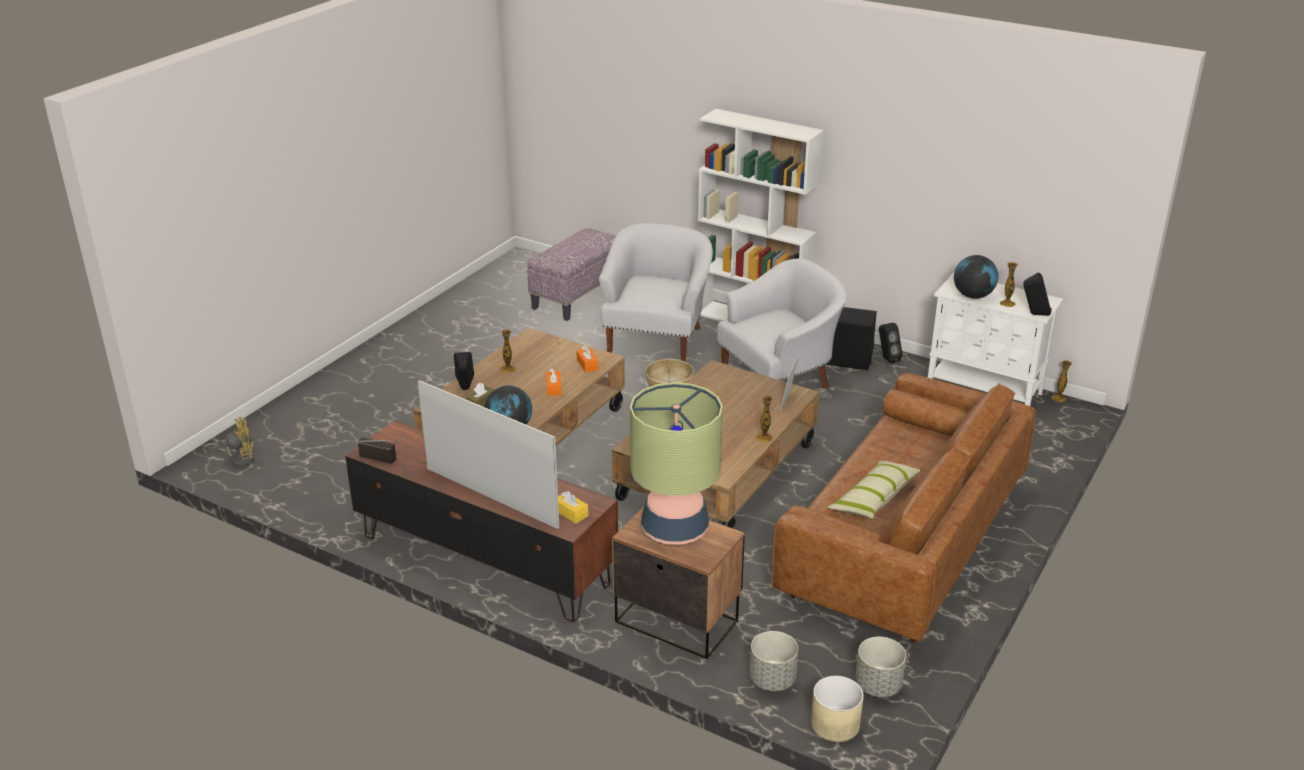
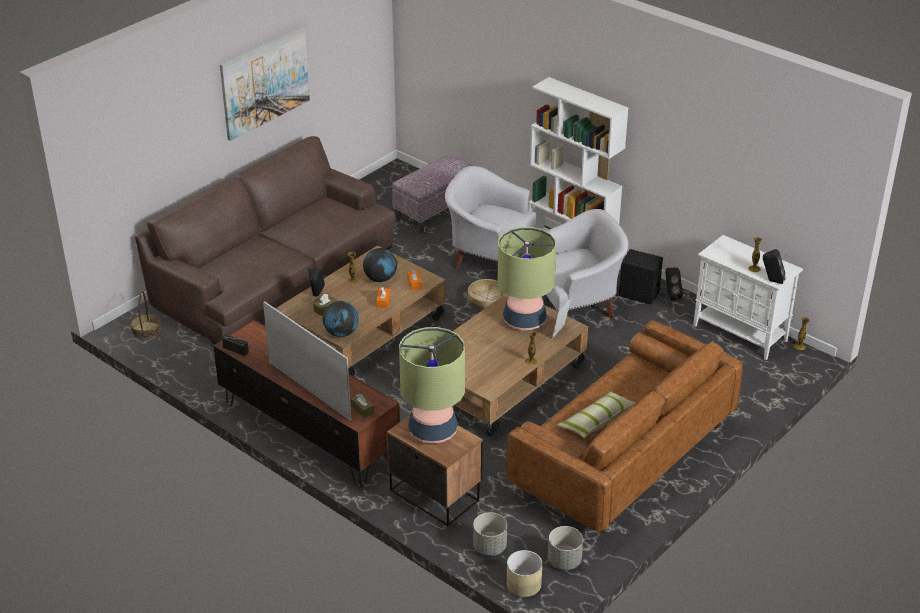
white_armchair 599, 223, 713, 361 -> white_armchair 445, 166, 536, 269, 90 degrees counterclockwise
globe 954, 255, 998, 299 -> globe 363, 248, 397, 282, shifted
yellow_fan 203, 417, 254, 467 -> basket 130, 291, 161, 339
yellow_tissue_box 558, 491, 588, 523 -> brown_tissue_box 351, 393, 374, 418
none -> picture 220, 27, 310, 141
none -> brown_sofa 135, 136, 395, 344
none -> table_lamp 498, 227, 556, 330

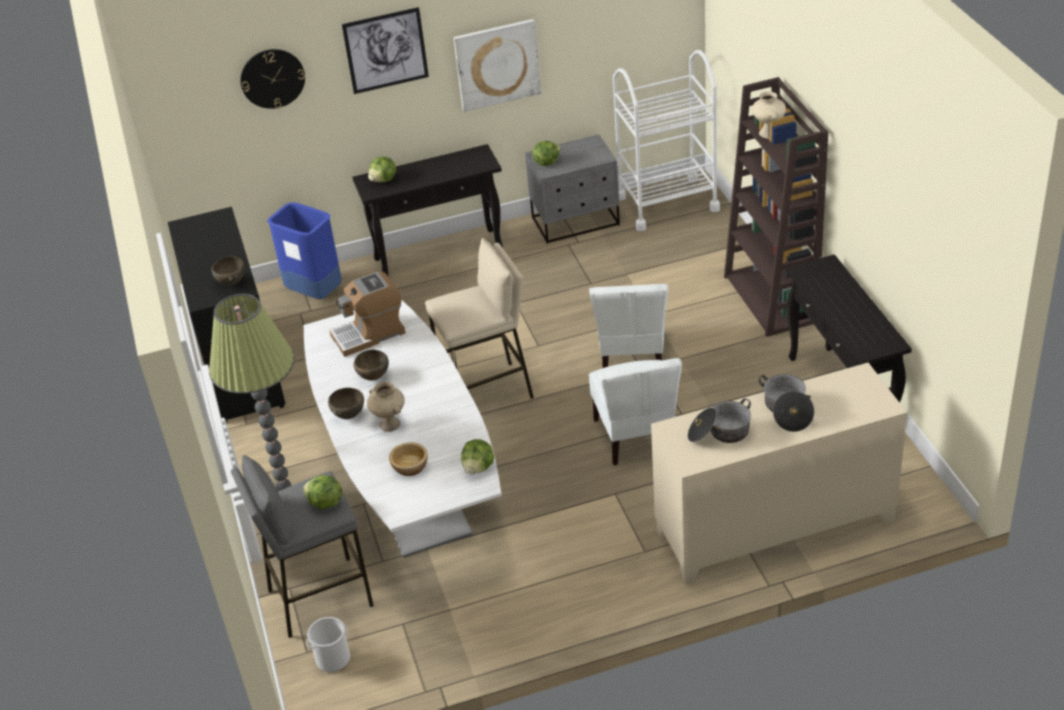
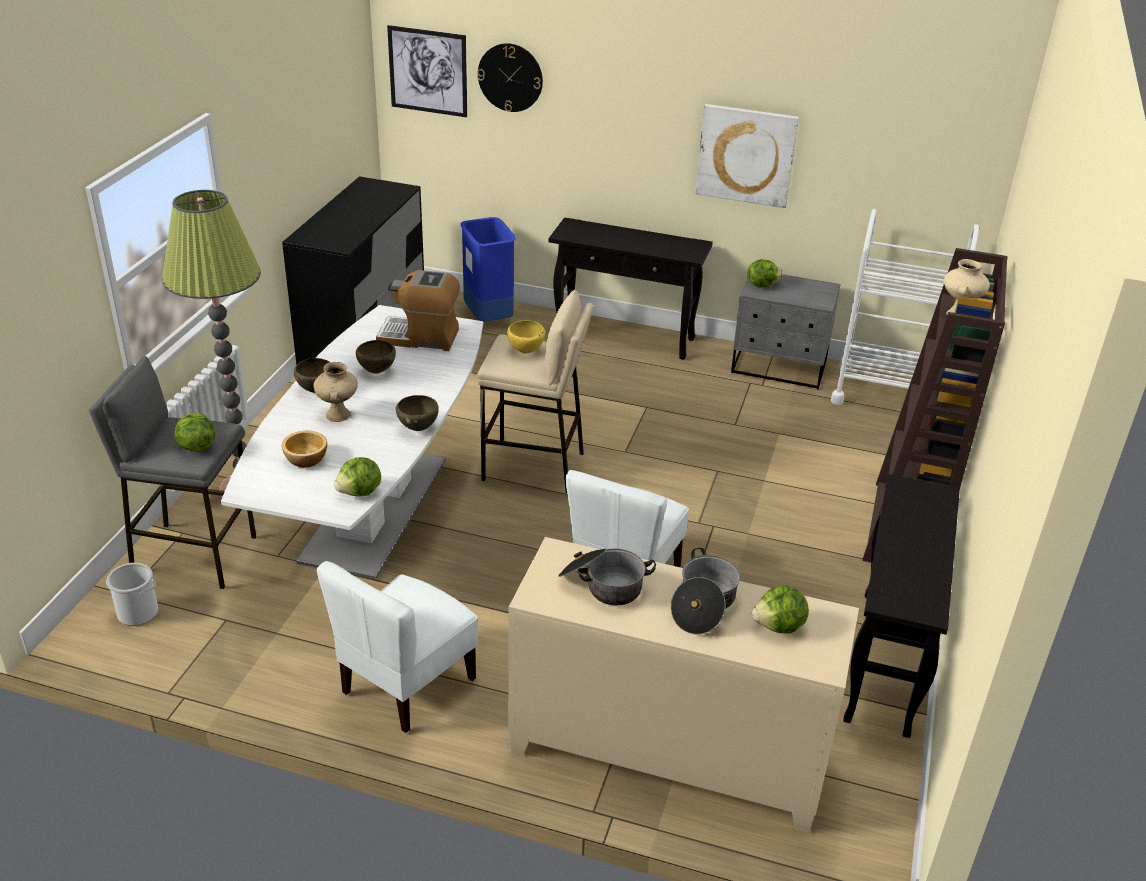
picture 342, 7, 429, 94 -> picture 387, 25, 467, 117, shifted
lettuce 368, 157, 396, 183 -> lettuce 752, 586, 809, 634, shifted
brown_bowl 212, 256, 245, 285 -> brown_bowl 396, 395, 439, 431, shifted
white_chair 589, 284, 668, 368 -> white_chair 317, 561, 478, 733, shifted
none -> yellow_bowl 507, 320, 545, 353

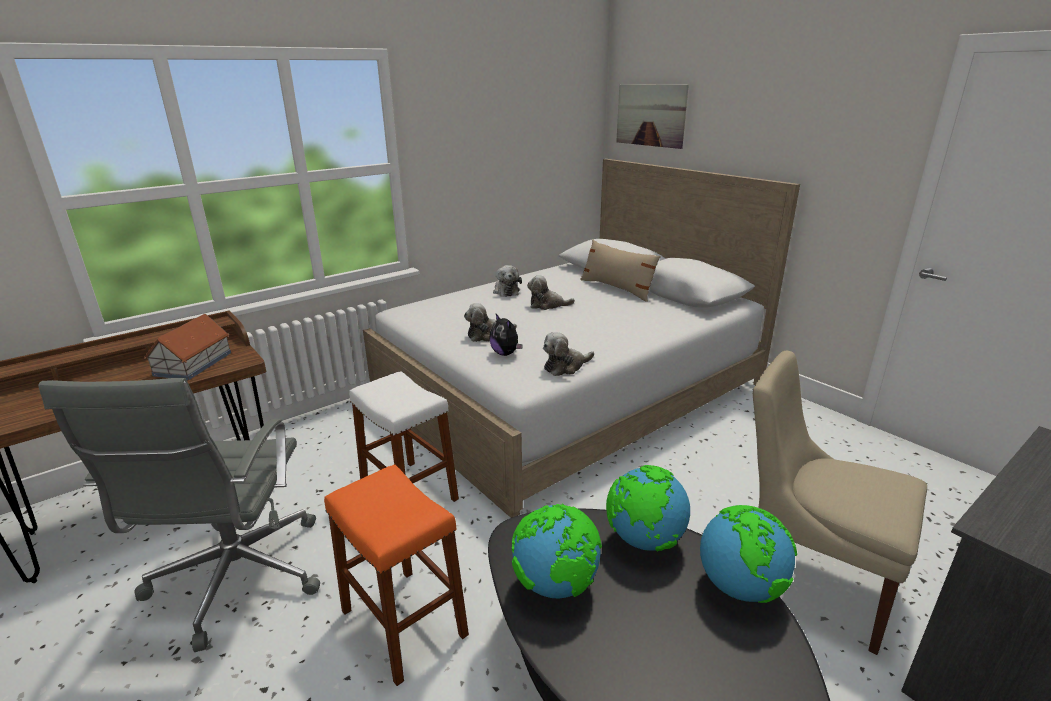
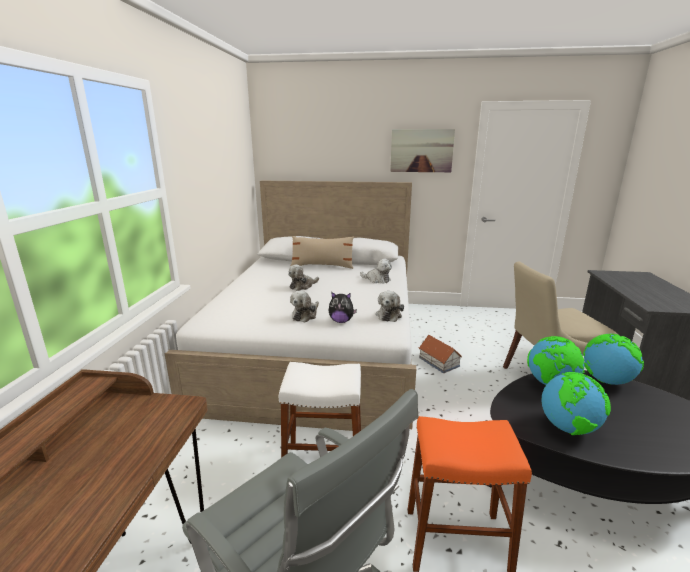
picture 616, 84, 689, 149 -> picture 390, 129, 455, 172, shifted
plush_toy 493, 265, 522, 297 -> plush_toy 360, 259, 392, 284, shifted
toy_house 144, 314, 231, 380 -> toy_house 419, 335, 462, 373, shifted

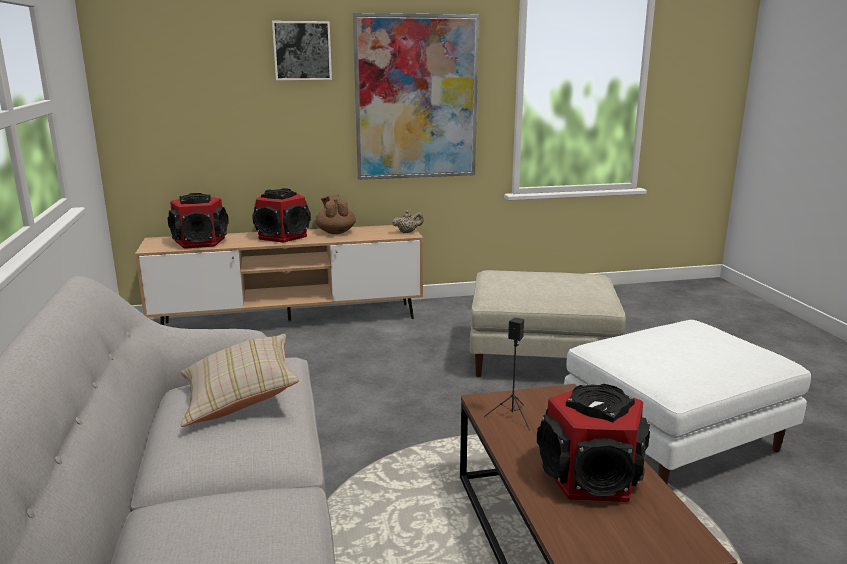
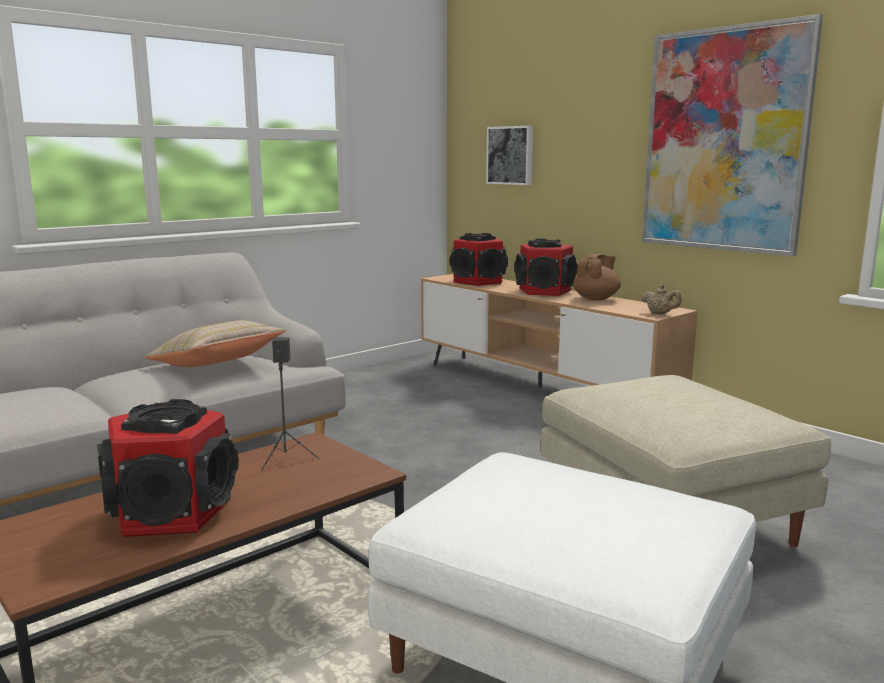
picture 272, 21, 332, 80 -> picture 486, 126, 533, 185, shifted

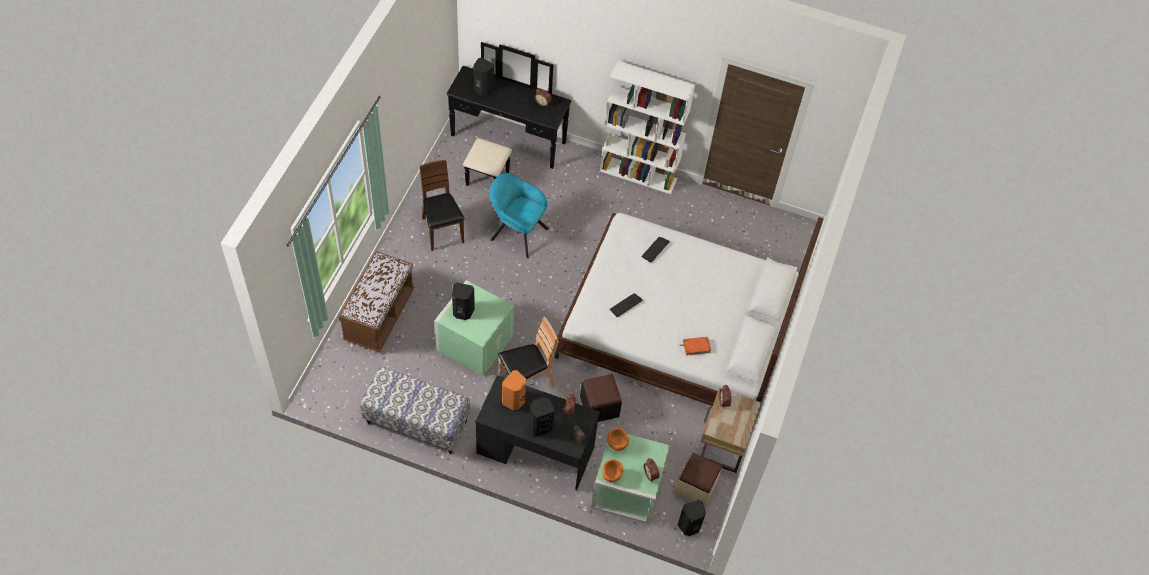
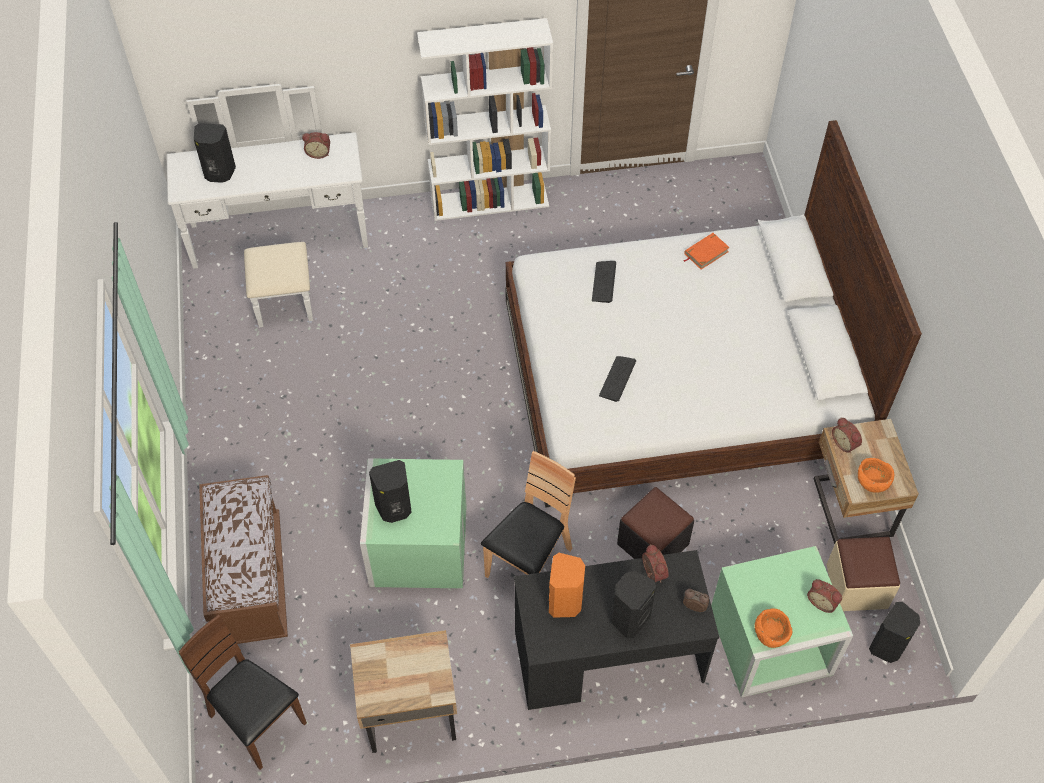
black_dresser 447, 42, 572, 186 -> white_dresser 167, 84, 368, 328
brown_chair 420, 160, 465, 251 -> brown_chair 179, 615, 307, 770, shifted
turquoise_armchair 490, 174, 549, 258 -> none
orange_book 679, 337, 711, 356 -> orange_book 683, 233, 730, 270, shifted
bench 360, 366, 470, 454 -> beige_nightstand 350, 630, 457, 753
orange_bowl 607, 428, 629, 451 -> orange_bowl 858, 458, 894, 493, shifted

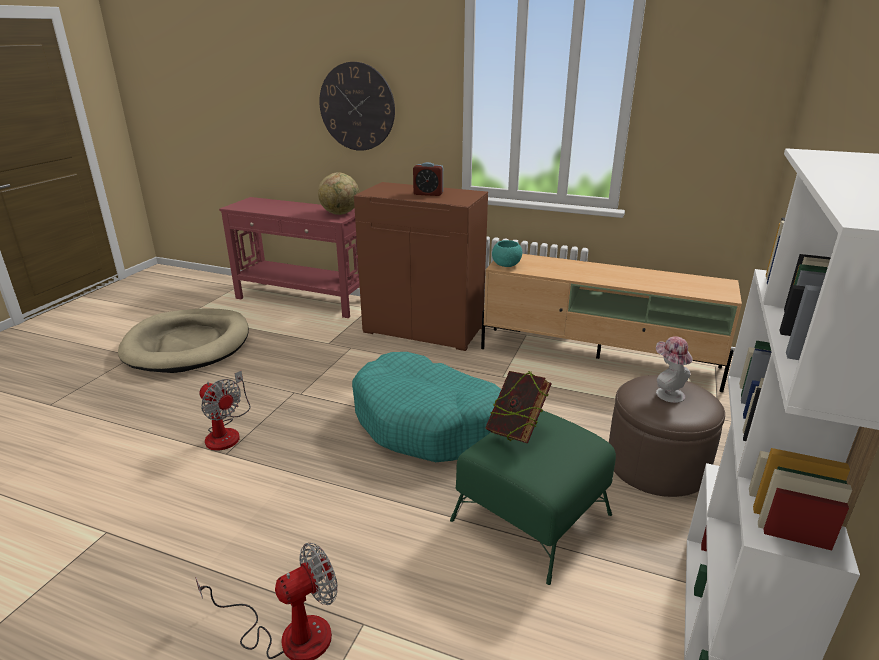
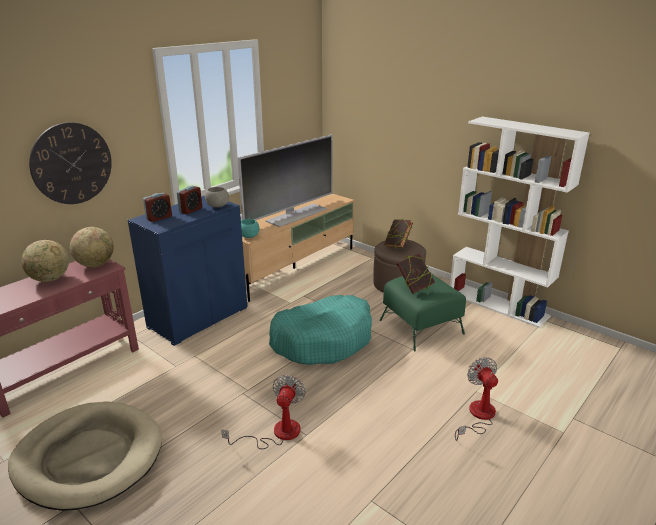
brown_cabinet 354, 182, 488, 351 -> blue_cabinet 128, 196, 247, 346
hat 656, 336, 693, 403 -> book 384, 219, 413, 249
fan 199, 370, 251, 451 -> fan 221, 375, 306, 449, 45 degrees counterclockwise
none -> television 237, 134, 333, 227
none -> grey_bowl 205, 187, 229, 208
none -> alarm_clock 143, 193, 172, 222
none -> globe 21, 240, 69, 282

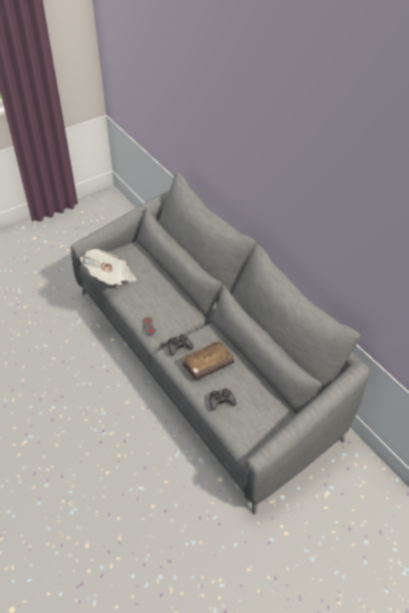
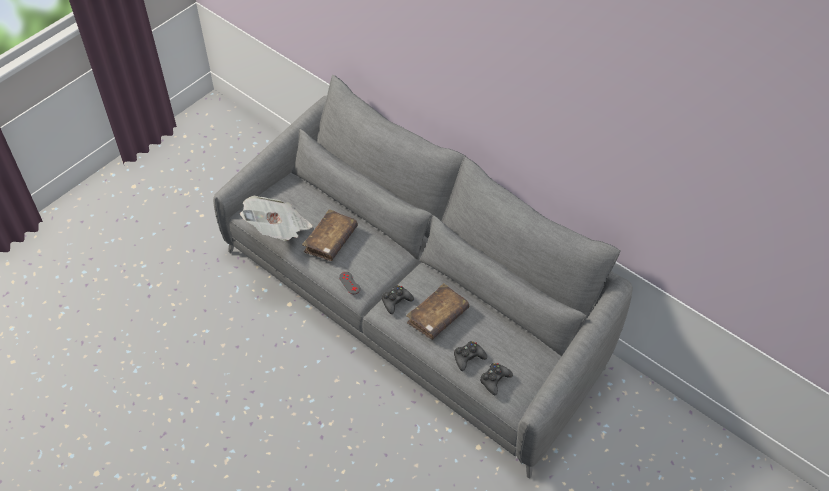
none -> brown_book 302, 209, 358, 261
none -> black_game_controller 480, 363, 513, 396

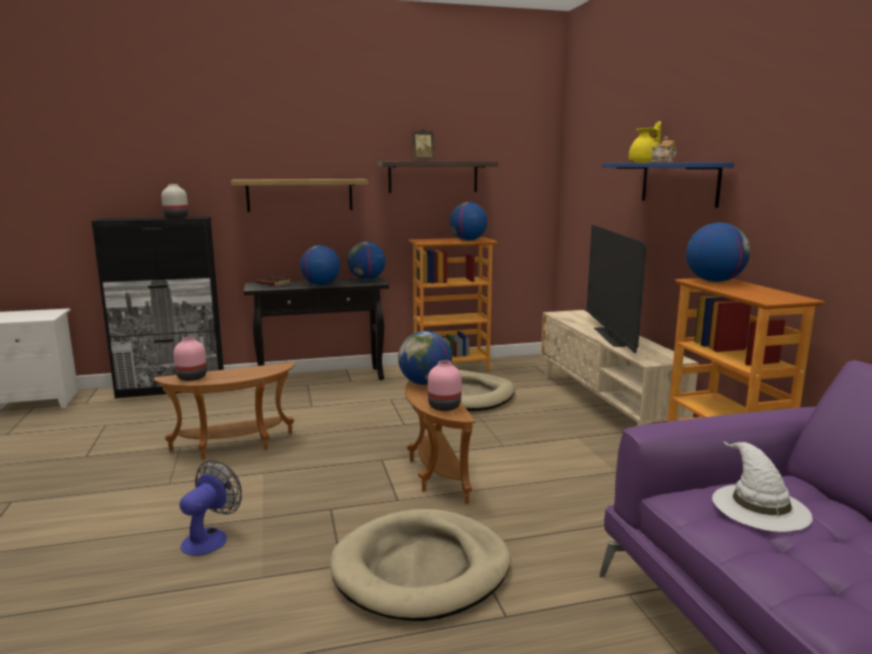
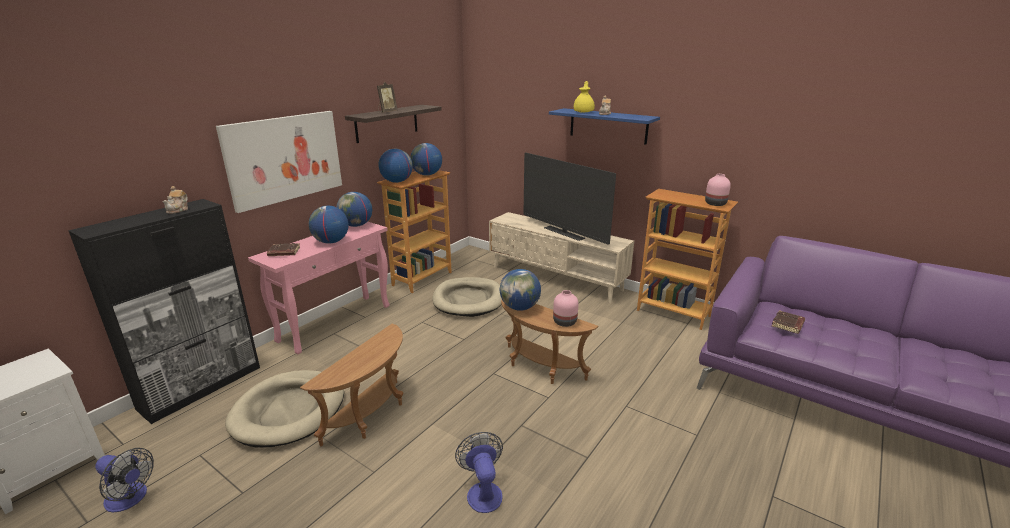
shelf 231, 179, 368, 212 -> picture 216, 111, 342, 213
white_vase 161, 184, 188, 219 -> teapot 162, 186, 188, 214
globe 686, 223, 750, 282 -> globe 378, 149, 413, 183, shifted
black_console_table 244, 277, 389, 380 -> pink_console_table 248, 222, 389, 354
pink_vase 174, 337, 207, 381 -> pink_vase 705, 174, 731, 206, shifted
white_hat 712, 441, 813, 532 -> brown_book 772, 310, 805, 334
beige_dog_bed 330, 509, 511, 621 -> beige_dog_bed 225, 370, 344, 448, shifted
none -> fan 95, 448, 154, 513

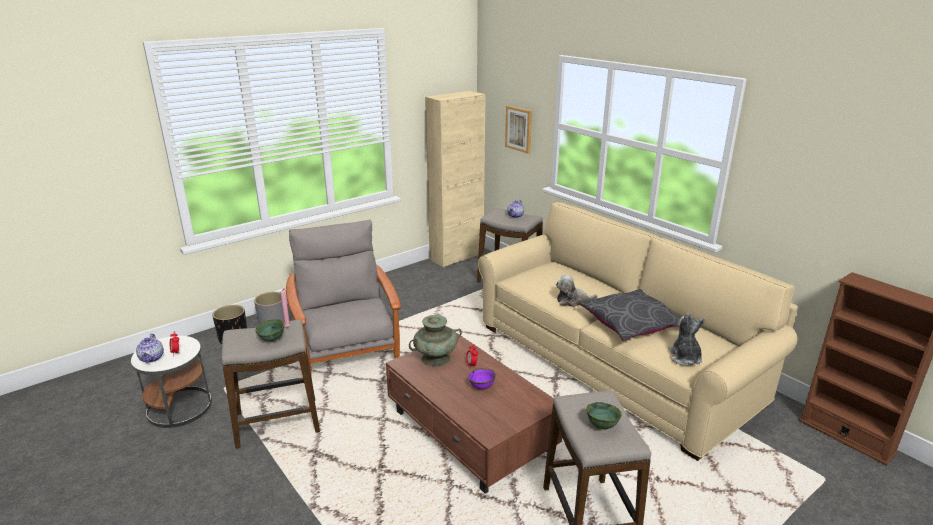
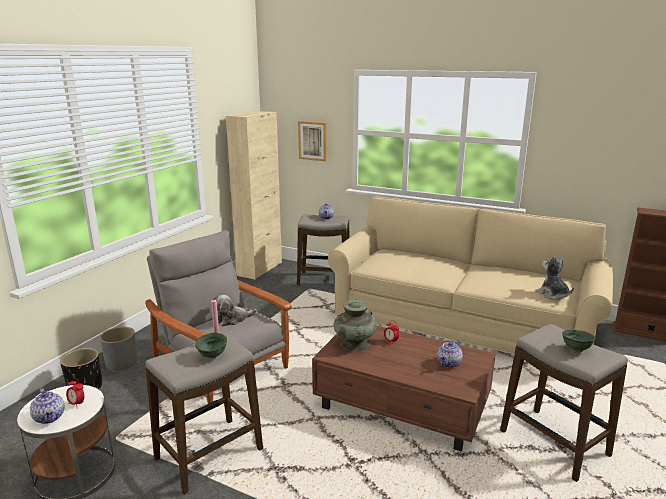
plush_toy 556, 275, 598, 307 -> plush_toy 217, 295, 257, 326, shifted
grey_pillow 579, 289, 681, 341 -> none
purple_bowl 468, 368, 496, 390 -> none
none -> teapot 437, 340, 463, 368

